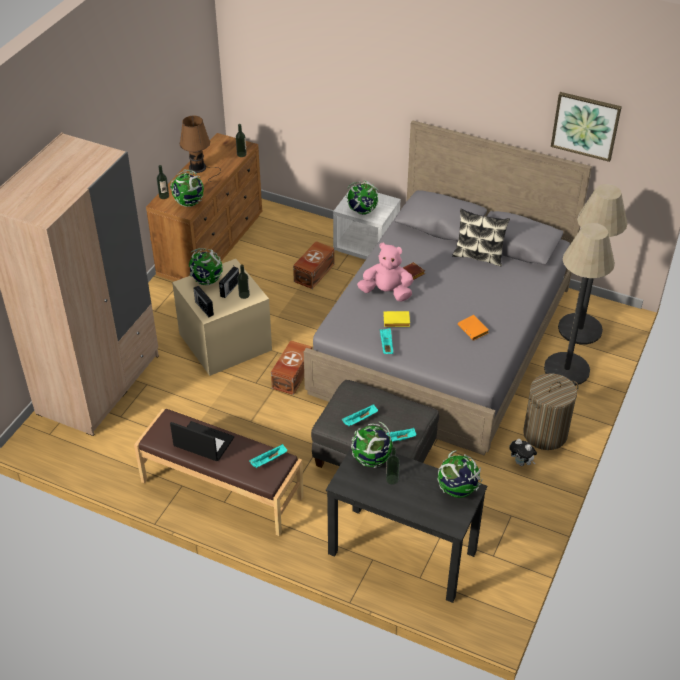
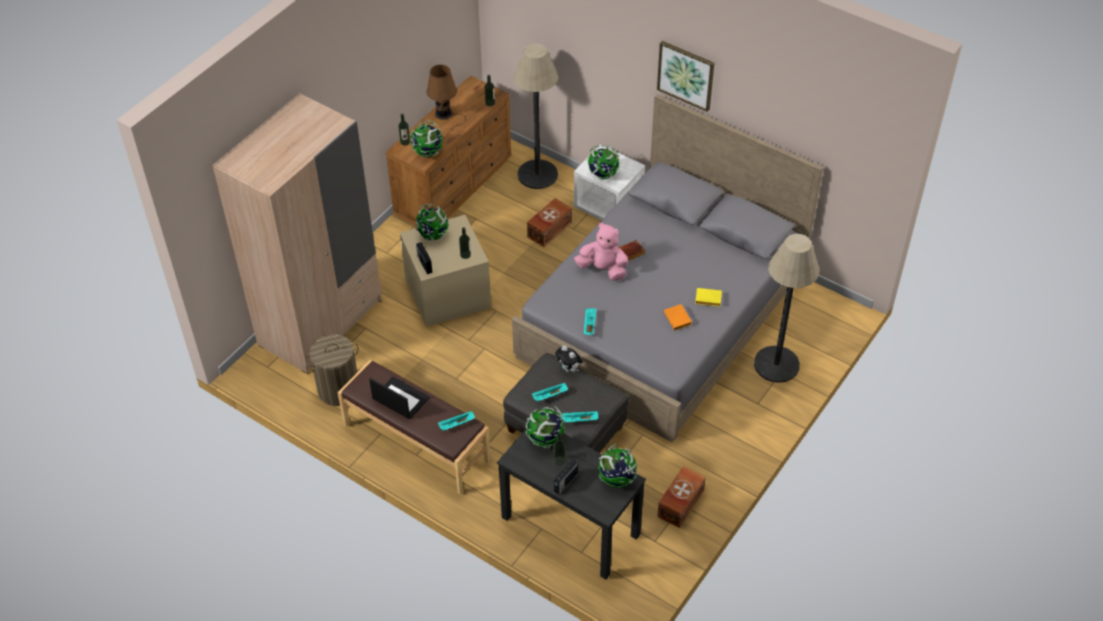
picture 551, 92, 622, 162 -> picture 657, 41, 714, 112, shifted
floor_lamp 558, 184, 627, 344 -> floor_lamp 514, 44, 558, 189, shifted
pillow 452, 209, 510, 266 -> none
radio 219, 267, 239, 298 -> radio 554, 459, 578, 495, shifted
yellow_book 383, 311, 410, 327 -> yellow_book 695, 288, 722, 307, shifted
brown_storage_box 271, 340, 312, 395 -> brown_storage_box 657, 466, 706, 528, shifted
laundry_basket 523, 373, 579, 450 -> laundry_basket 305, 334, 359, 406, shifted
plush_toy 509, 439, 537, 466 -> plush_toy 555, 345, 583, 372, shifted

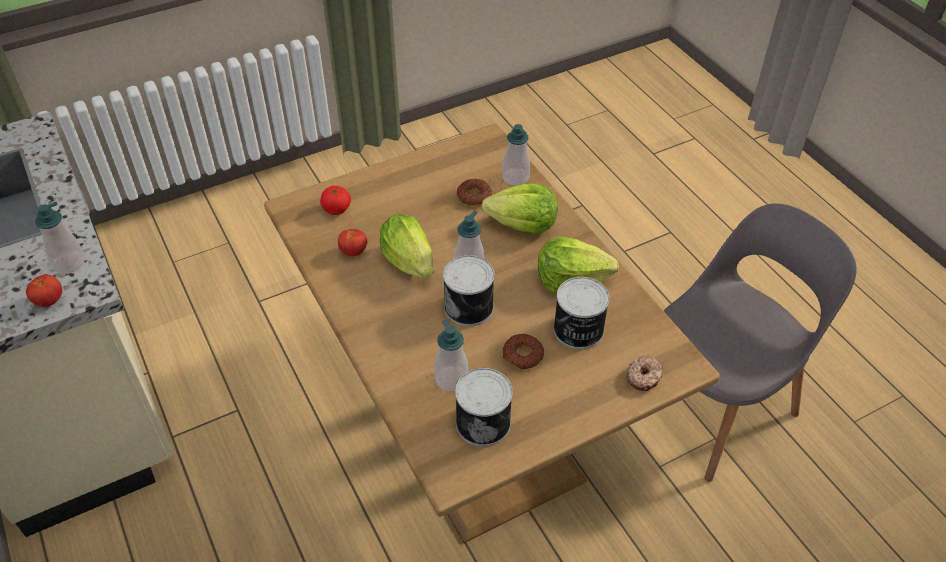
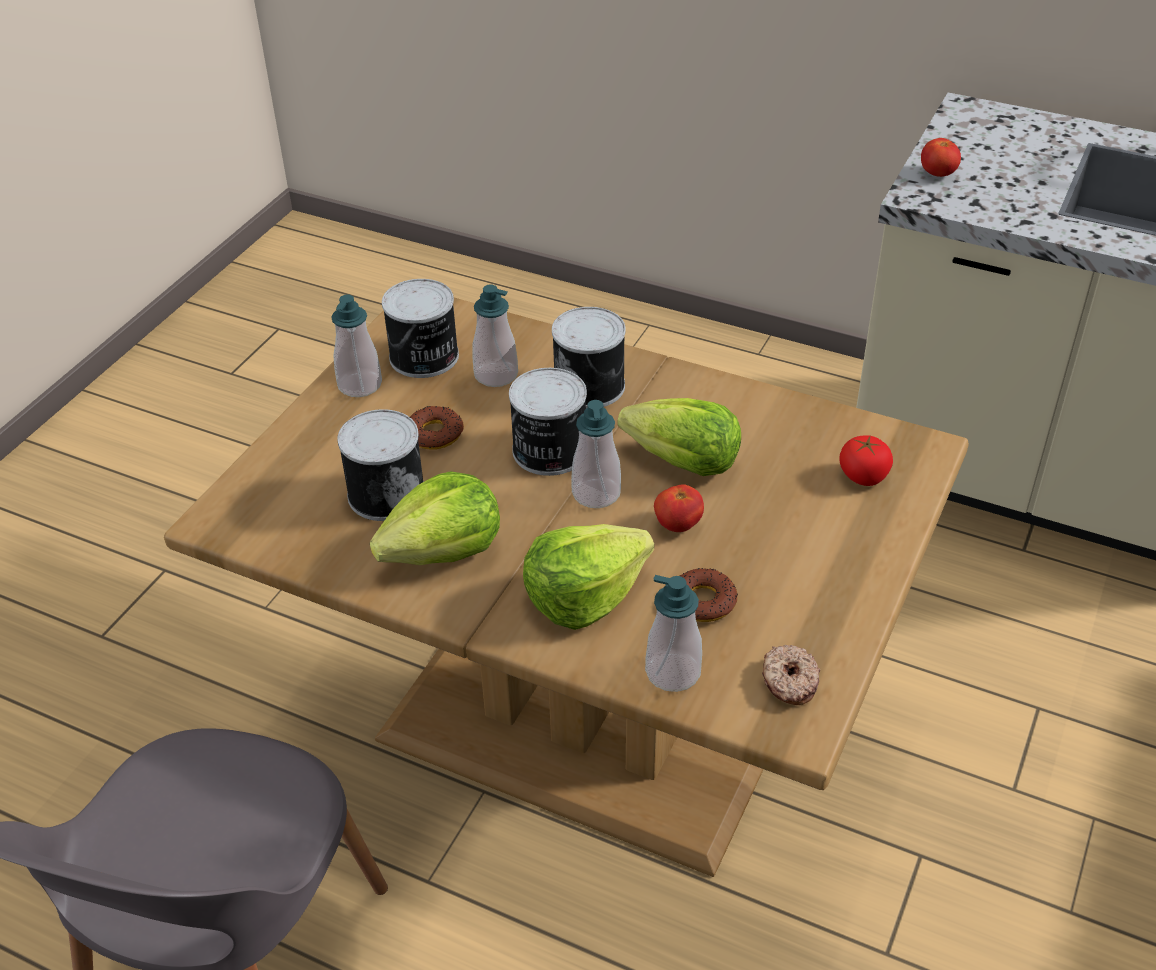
soap_dispenser 35, 201, 85, 273 -> soap_dispenser 331, 294, 382, 397, shifted
tomato 338, 229, 367, 256 -> tomato 654, 484, 704, 532, shifted
donut 626, 355, 663, 391 -> donut 762, 645, 820, 705, shifted
none -> can 552, 307, 626, 408

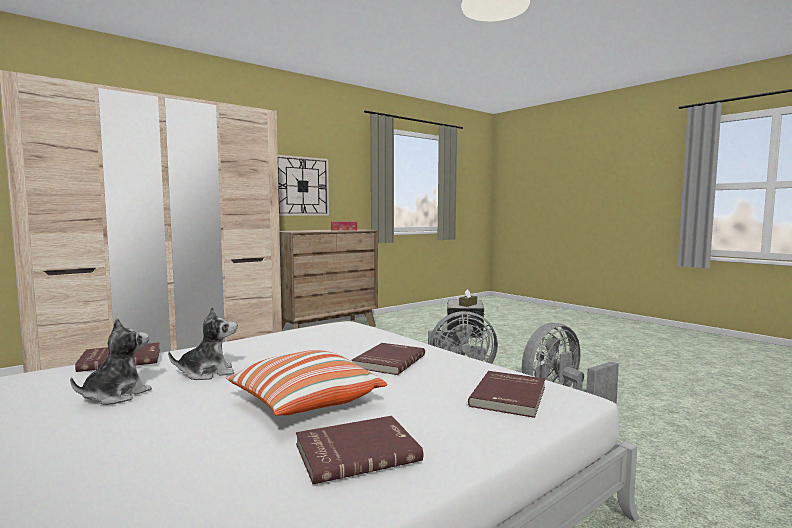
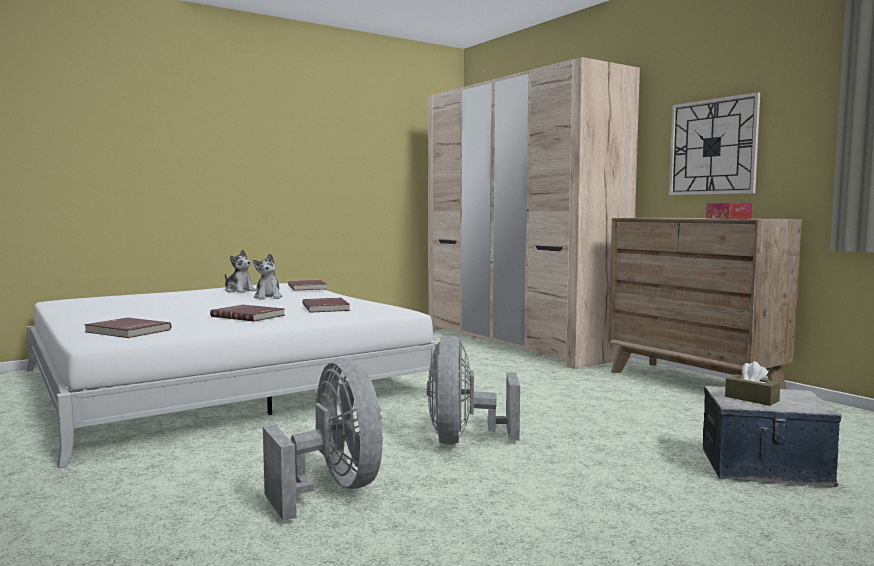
pillow 226, 350, 387, 416 -> none
red_book 296, 416, 423, 484 -> red_book 302, 298, 350, 313, shifted

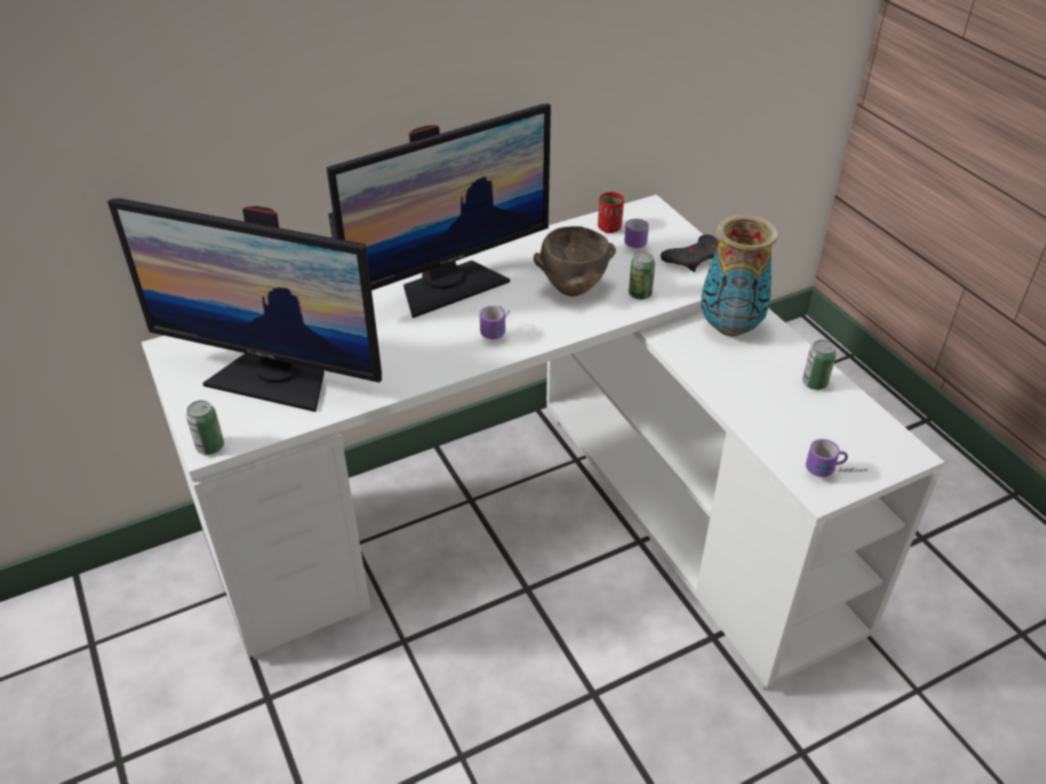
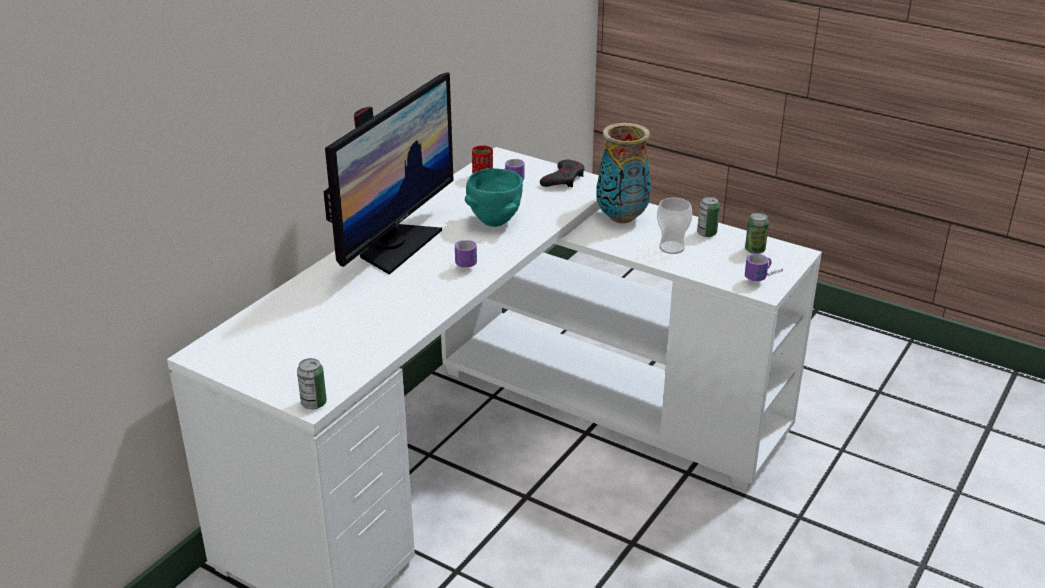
monitor 108, 198, 382, 412 -> none
brown_bowl 533, 226, 616, 297 -> turquoise_bowl 465, 168, 523, 227
can 629, 252, 655, 300 -> can 745, 212, 769, 254, shifted
none -> cup 657, 198, 692, 254

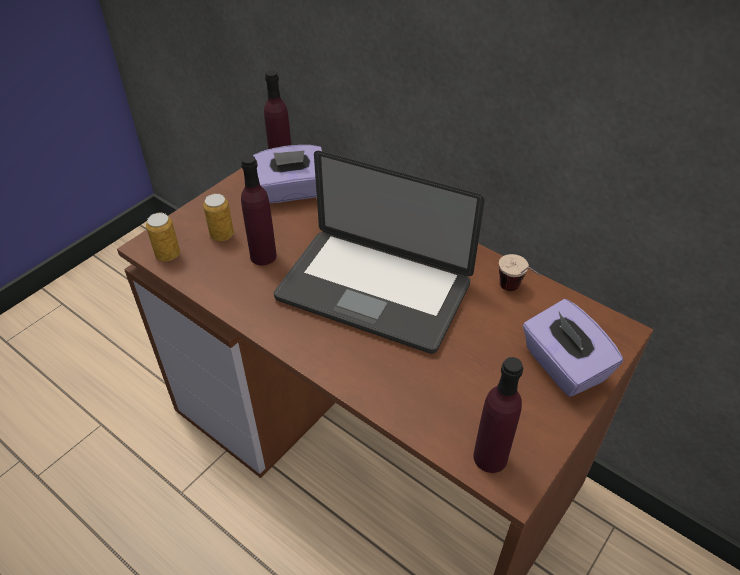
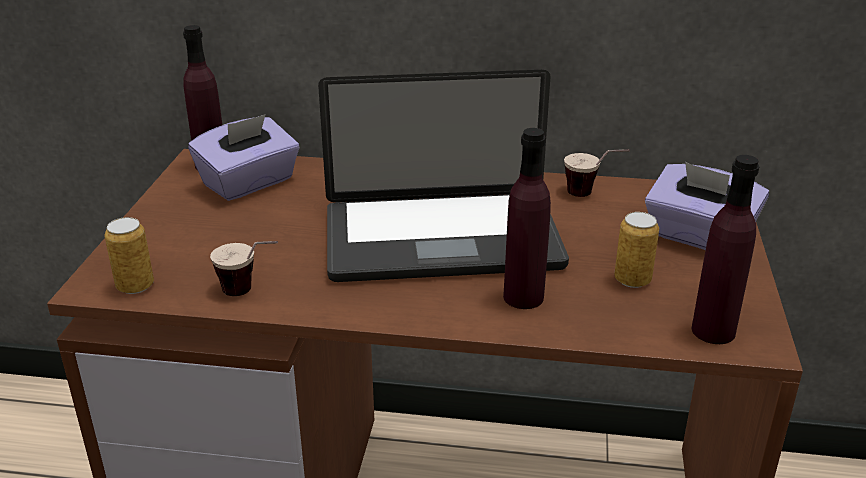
purple_bottle 241, 155, 277, 265 -> purple_bottle 503, 128, 551, 309, shifted
can 203, 193, 234, 241 -> can 614, 212, 659, 288, shifted
none -> cup 210, 241, 278, 296

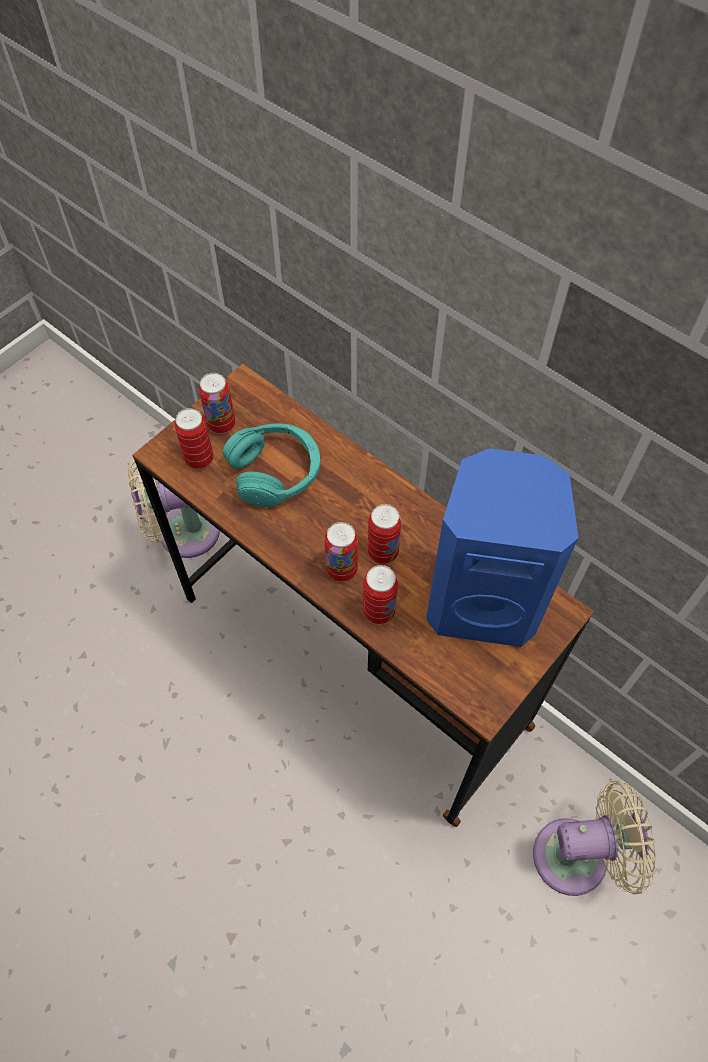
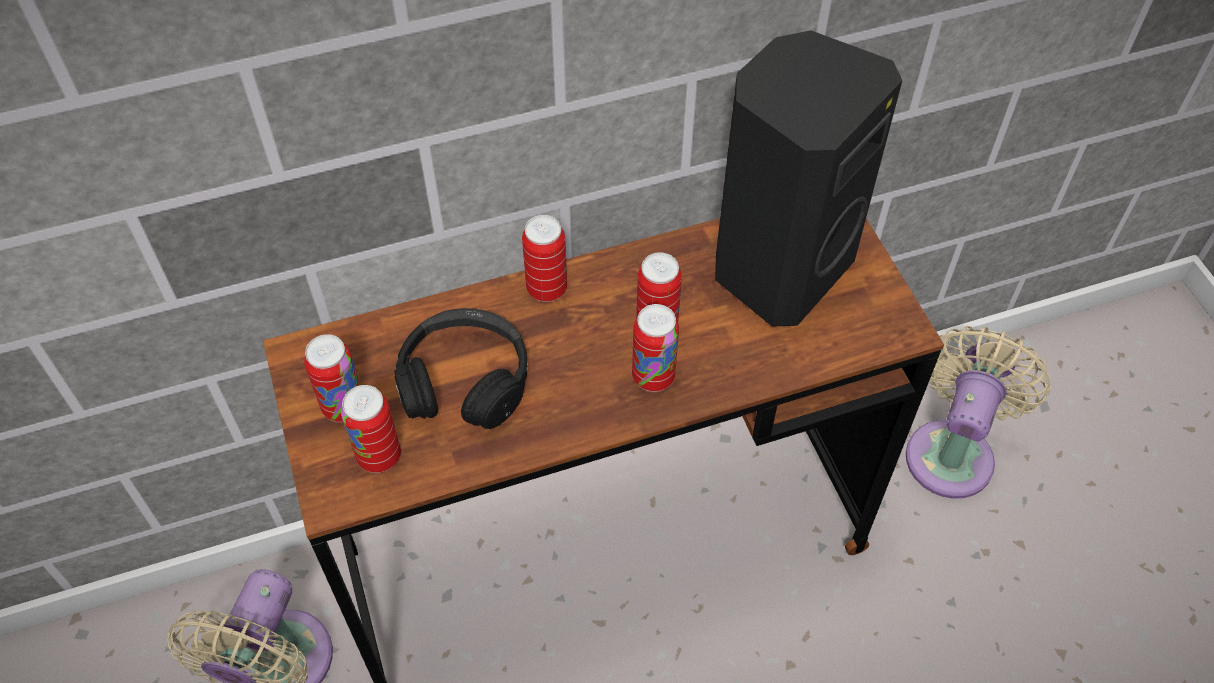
turquoise_headphones 223, 423, 320, 507 -> black_headphones 394, 308, 528, 429
blue_speaker 426, 448, 579, 647 -> black_speaker 715, 30, 902, 326
can 363, 565, 398, 624 -> can 522, 215, 567, 302, shifted

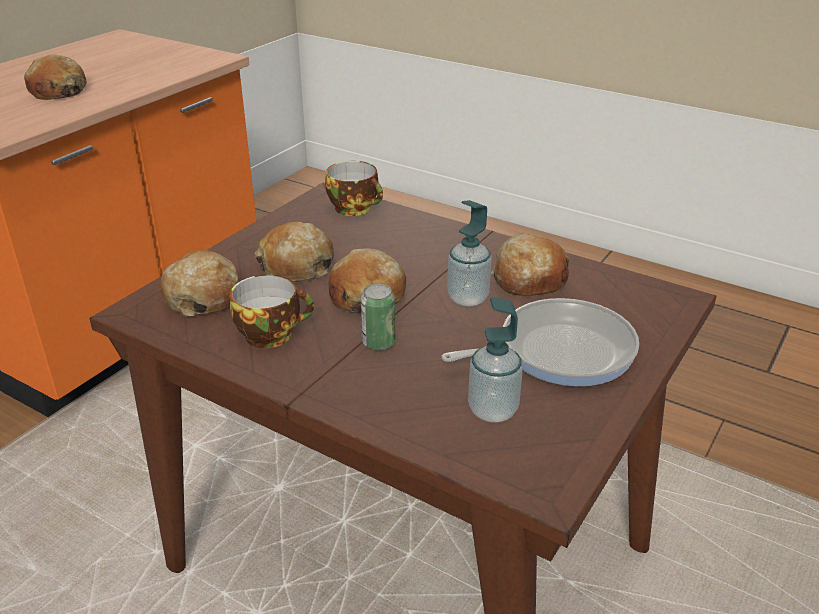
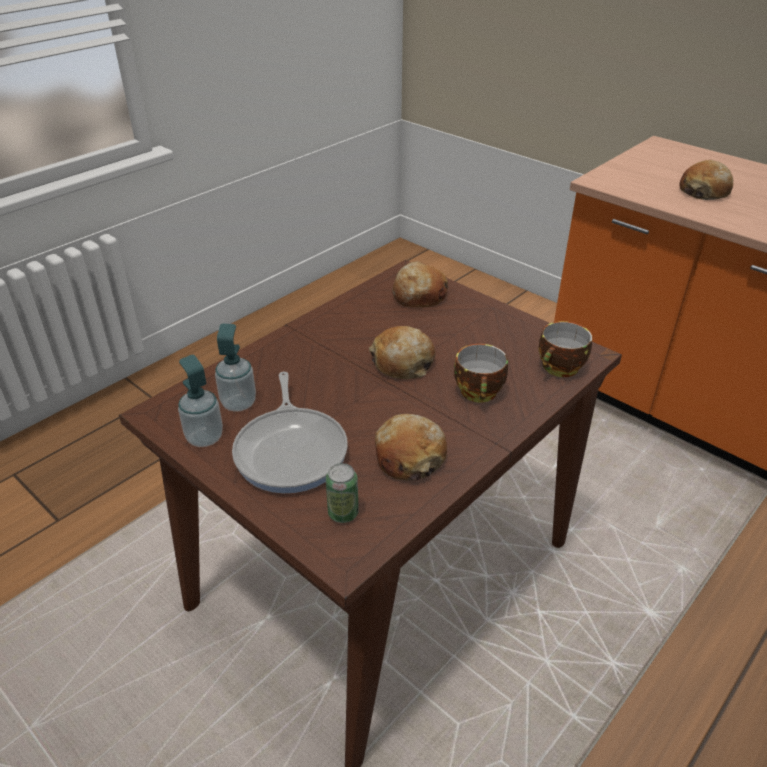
soap_dispenser 447, 200, 492, 307 -> soap_dispenser 178, 355, 223, 447, shifted
bread 255, 222, 334, 282 -> none
cup 230, 274, 314, 348 -> cup 454, 344, 508, 402, shifted
can 361, 283, 395, 350 -> can 326, 463, 359, 523, shifted

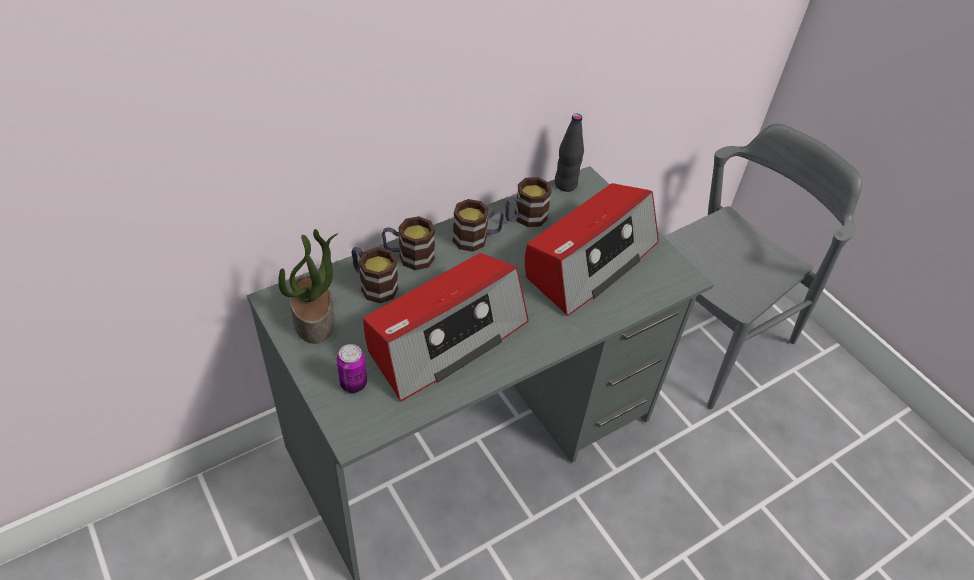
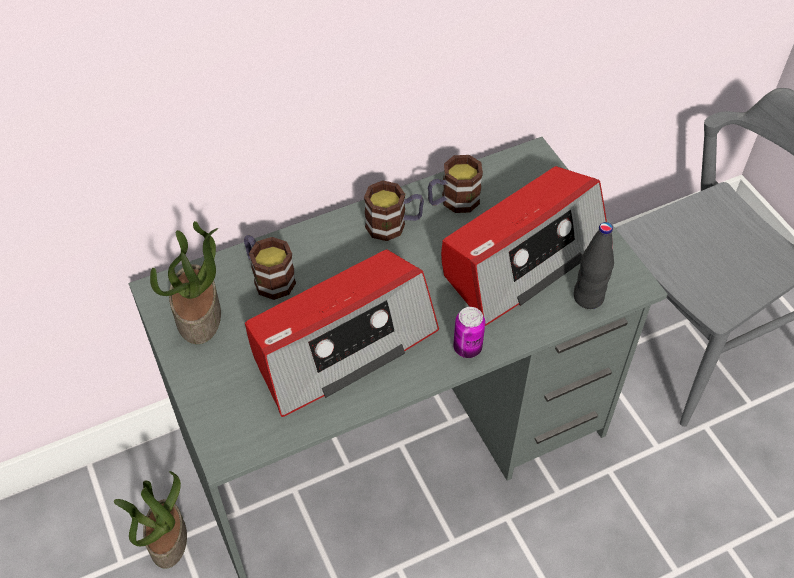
black_bottle 555, 114, 584, 192 -> black_bottle 574, 222, 614, 309, shifted
mug 382, 216, 435, 270 -> none
can 337, 344, 367, 393 -> can 453, 307, 485, 358, shifted
none -> potted_plant 114, 471, 187, 569

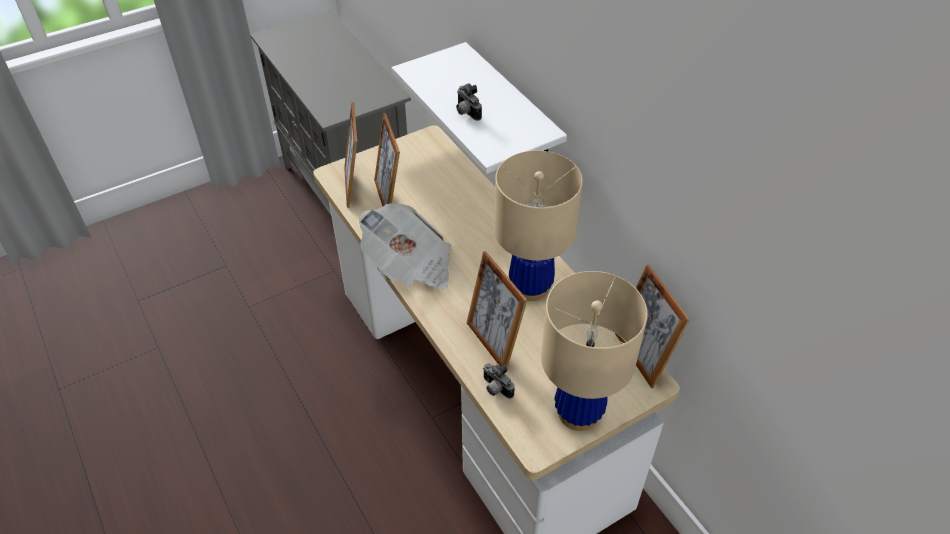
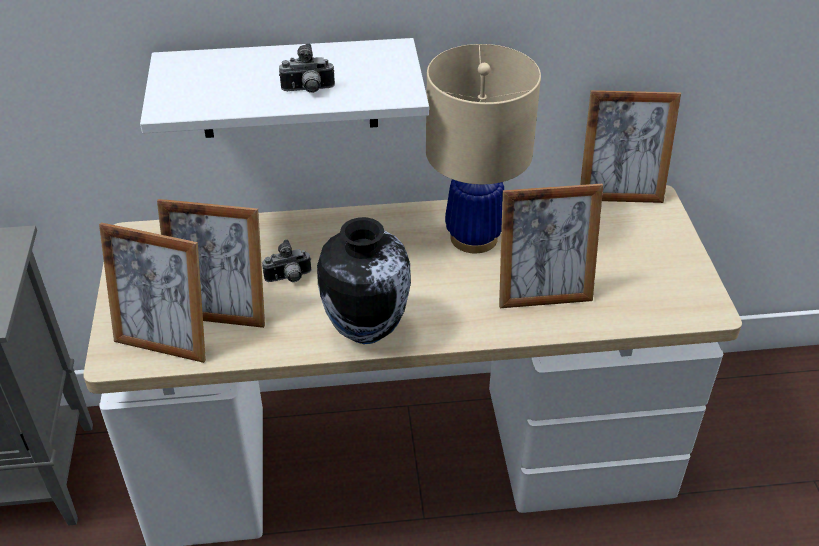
newspaper 359, 203, 451, 289 -> vase 317, 217, 411, 344
beige_table_lamp 541, 271, 648, 431 -> none
photo_camera 483, 363, 515, 399 -> photo_camera 262, 239, 311, 282, shifted

